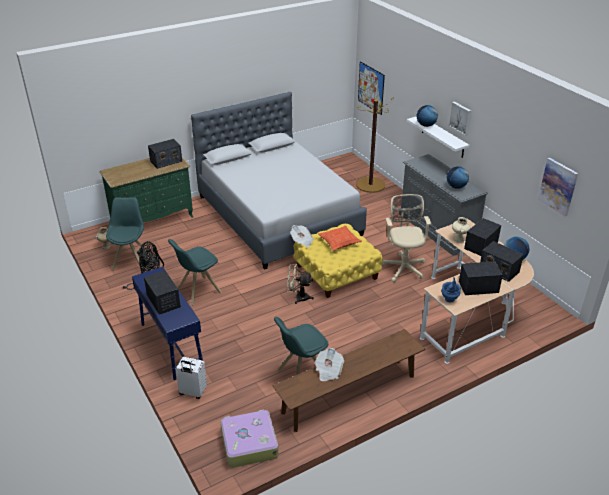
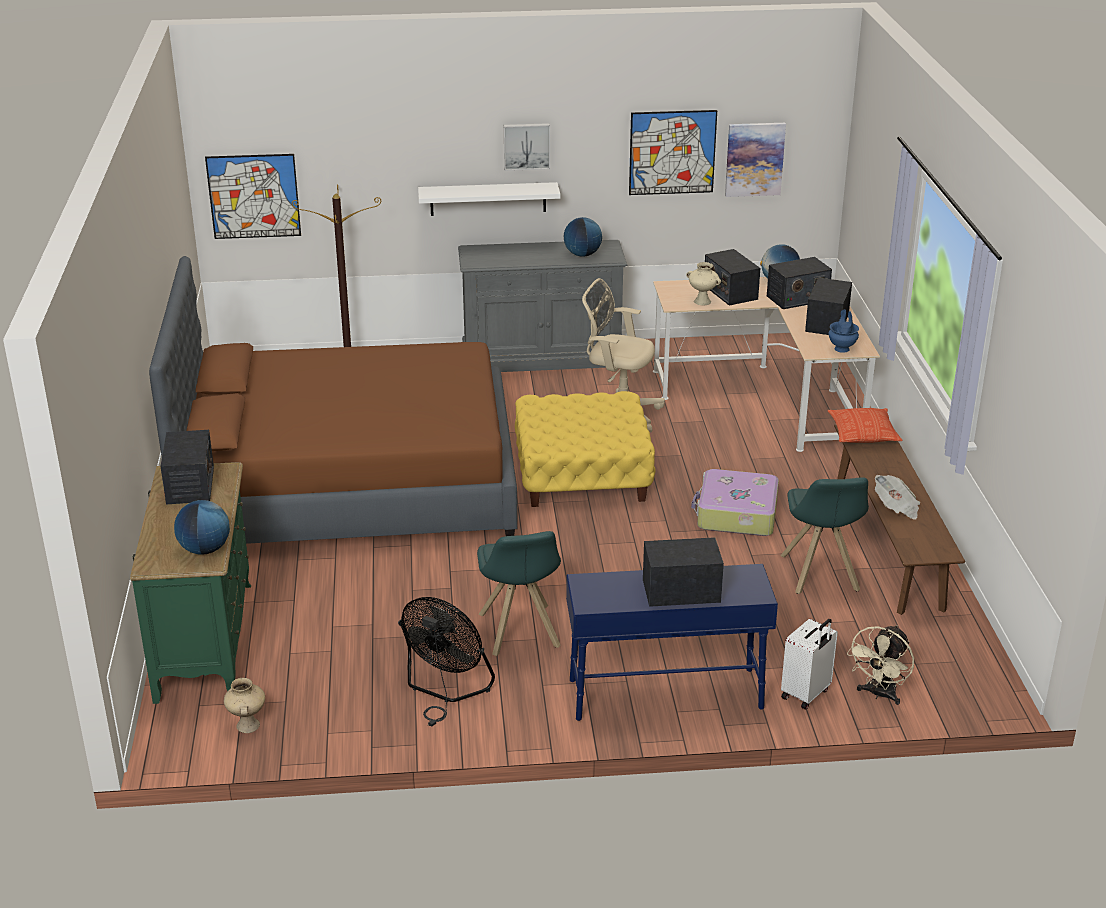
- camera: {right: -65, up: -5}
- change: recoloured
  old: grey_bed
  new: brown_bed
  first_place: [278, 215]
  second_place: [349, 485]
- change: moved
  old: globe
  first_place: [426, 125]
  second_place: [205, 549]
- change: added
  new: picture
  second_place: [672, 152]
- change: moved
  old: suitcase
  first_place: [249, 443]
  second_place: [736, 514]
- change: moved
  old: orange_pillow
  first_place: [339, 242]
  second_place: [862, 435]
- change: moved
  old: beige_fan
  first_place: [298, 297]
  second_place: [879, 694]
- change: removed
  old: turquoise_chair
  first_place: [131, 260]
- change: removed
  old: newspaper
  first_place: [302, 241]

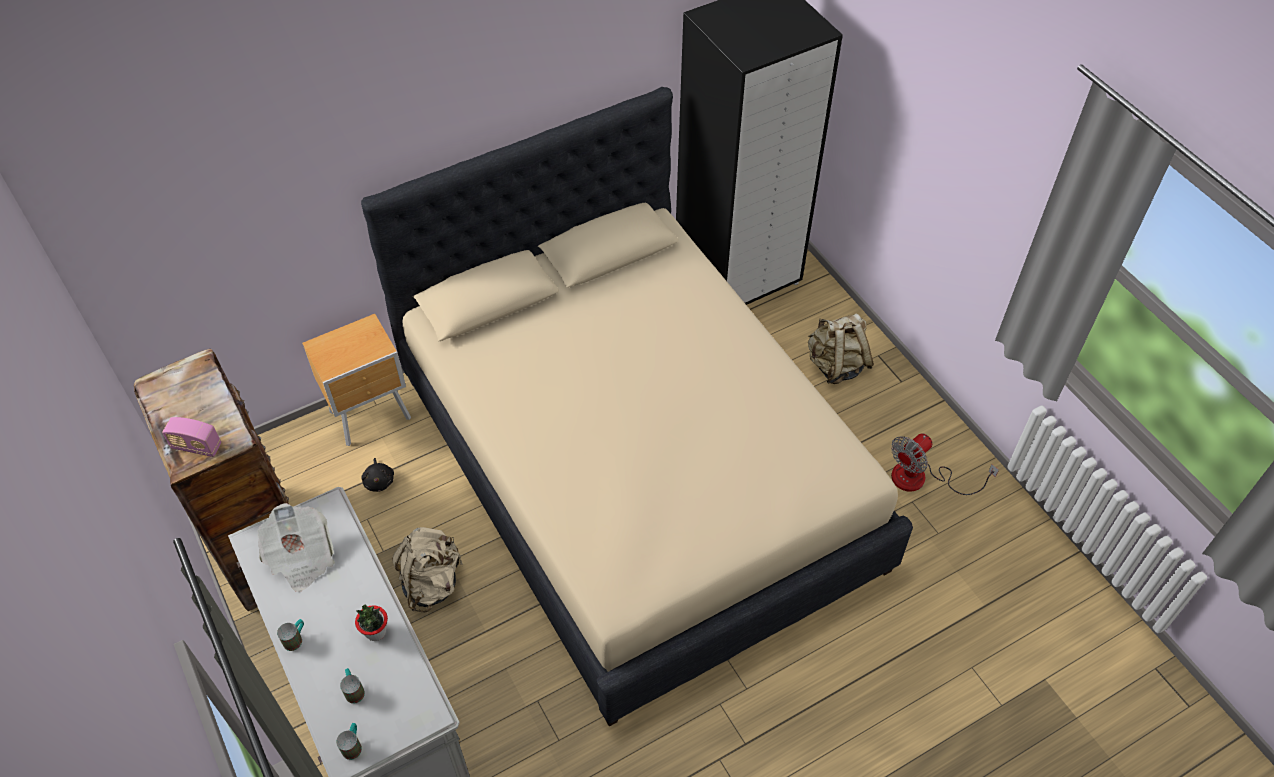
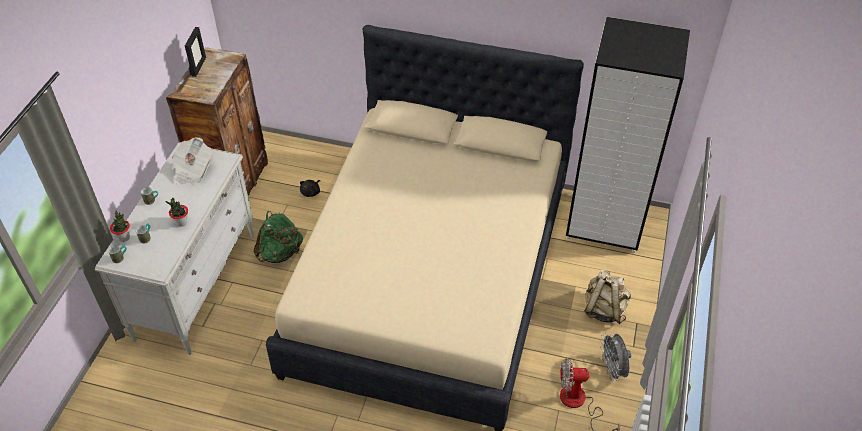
- camera: {right: 45, up: -5}
- change: added
  new: potted_plant
  second_place: [124, 237]
- change: added
  new: picture_frame
  second_place: [198, 66]
- change: recoloured
  old: beige_backpack
  new: green_backpack
  first_place: [431, 583]
  second_place: [280, 253]
- change: added
  new: grey_fan
  second_place: [612, 370]
- change: removed
  old: radio
  first_place: [197, 446]
- change: removed
  old: brown_nightstand
  first_place: [372, 416]

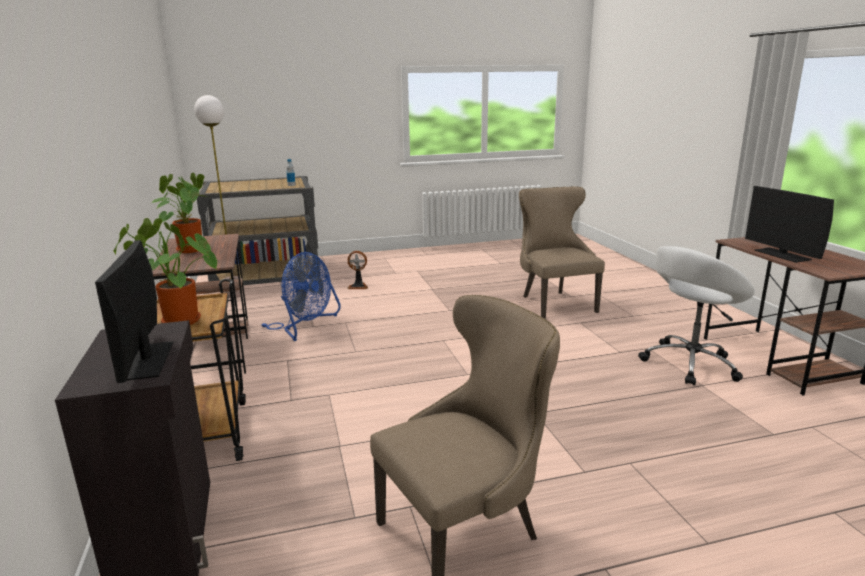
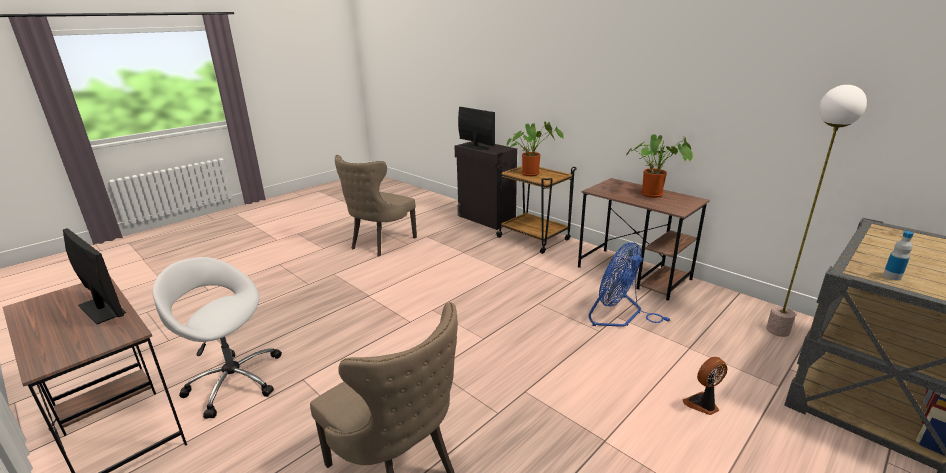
- camera: {right: 150, up: 5}
- change: turned
  old: white_office_chair
  first_place: [688, 365]
  second_place: [233, 382]
  degrees: -105
- change: turned
  old: blue_fan
  first_place: [303, 326]
  second_place: [624, 314]
  degrees: 45

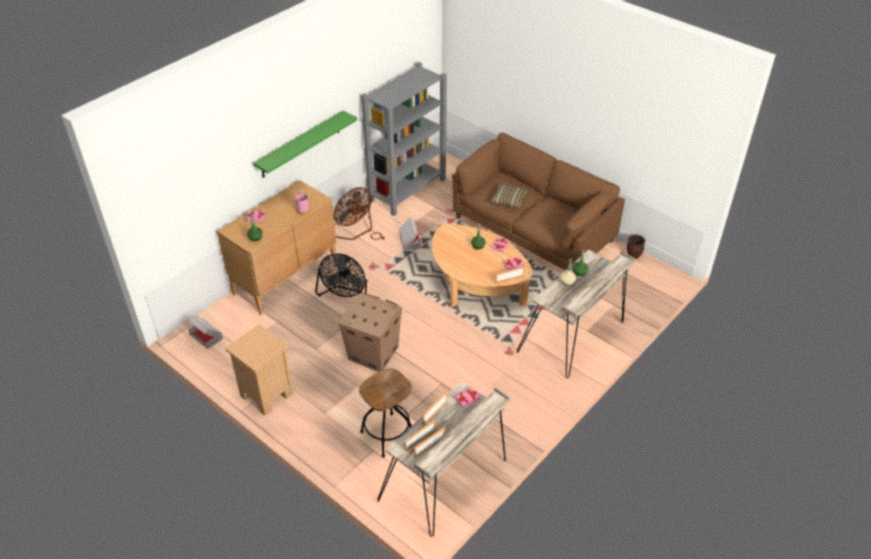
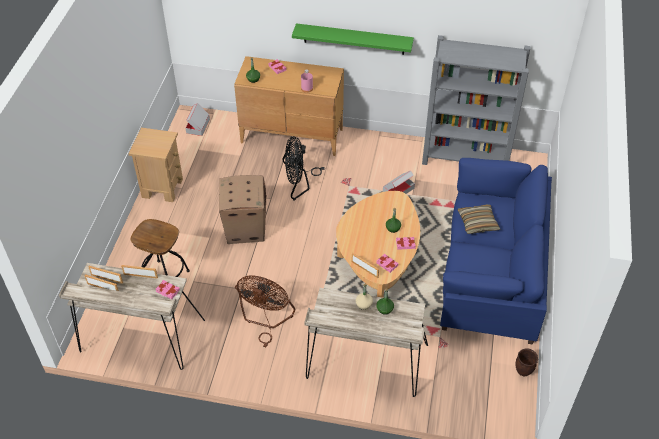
- camera: {right: 60, up: 5}
- change: moved
  old: brown_fan
  first_place: [359, 231]
  second_place: [264, 319]
- change: recoloured
  old: brown_sofa
  new: blue_sofa
  first_place: [533, 229]
  second_place: [491, 271]

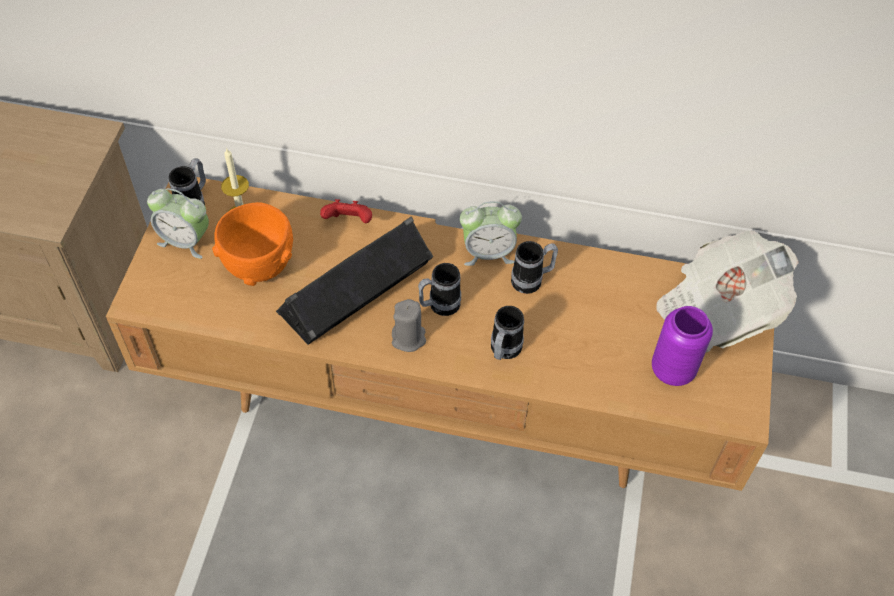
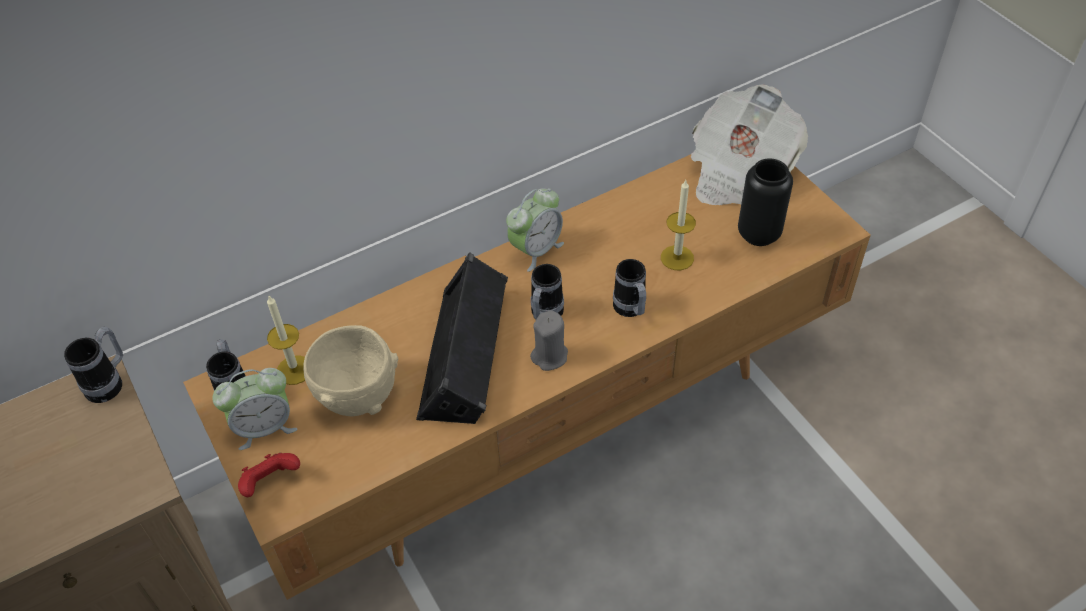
- camera: {right: -40, up: -5}
- change: moved
  old: mug
  first_place: [532, 280]
  second_place: [110, 382]
- change: moved
  old: red_game_controller
  first_place: [348, 222]
  second_place: [271, 482]
- change: recoloured
  old: orange_bowl
  new: beige_bowl
  first_place: [260, 264]
  second_place: [357, 395]
- change: added
  new: candle
  second_place: [677, 258]
- change: recoloured
  old: purple_vase
  new: black_vase
  first_place: [672, 370]
  second_place: [758, 234]

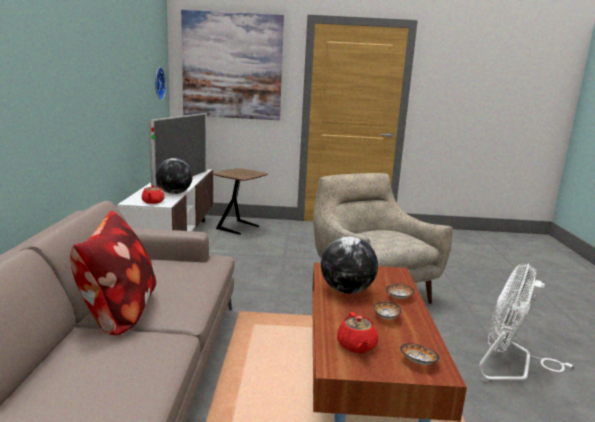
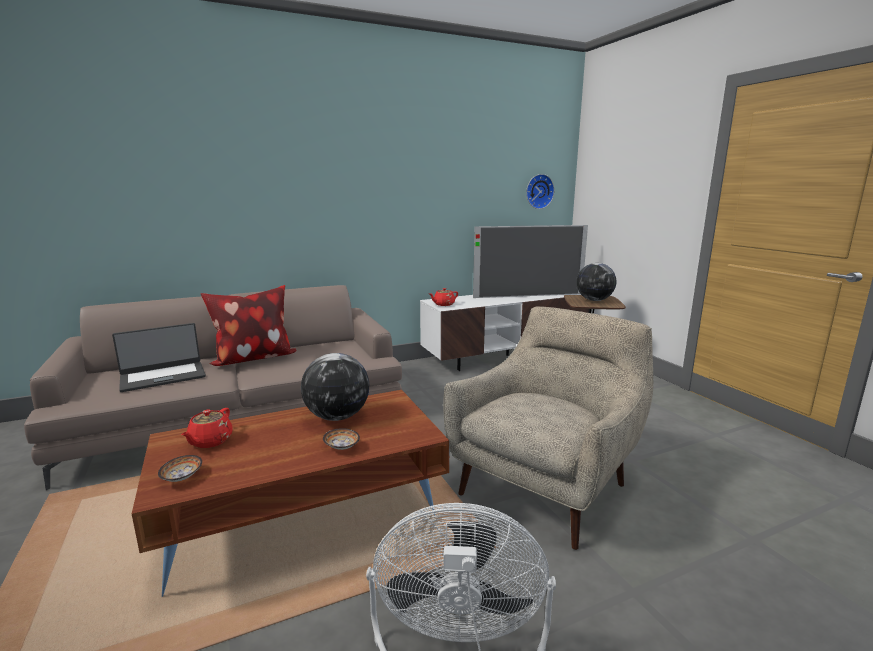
- camera: {right: 65, up: 0}
- change: added
  new: laptop
  second_place: [163, 376]
- change: turned
  old: red_teapot
  first_place: [356, 346]
  second_place: [210, 441]
  degrees: -45
- change: moved
  old: globe
  first_place: [174, 193]
  second_place: [594, 300]
- change: removed
  old: picture
  first_place: [232, 66]
- change: removed
  old: bowl
  first_place: [386, 317]

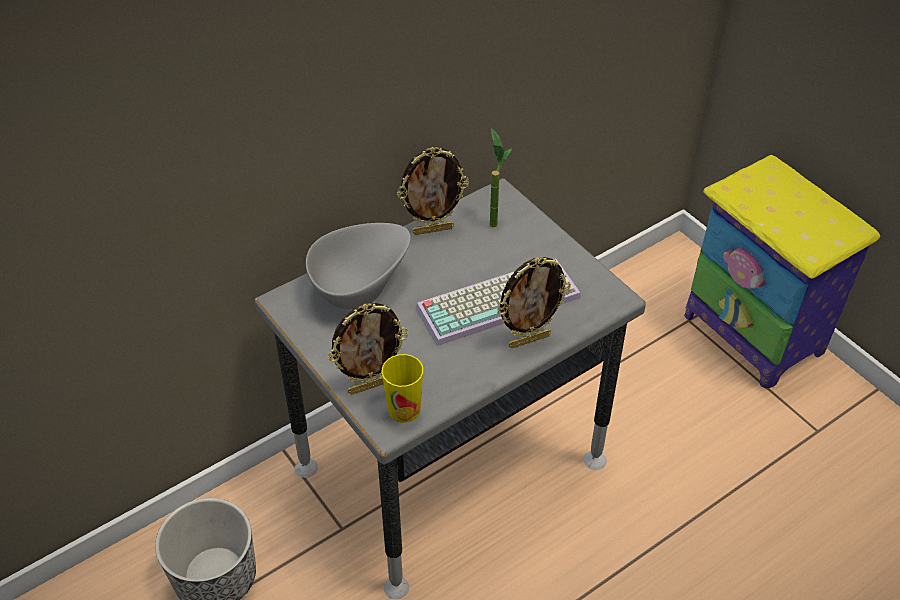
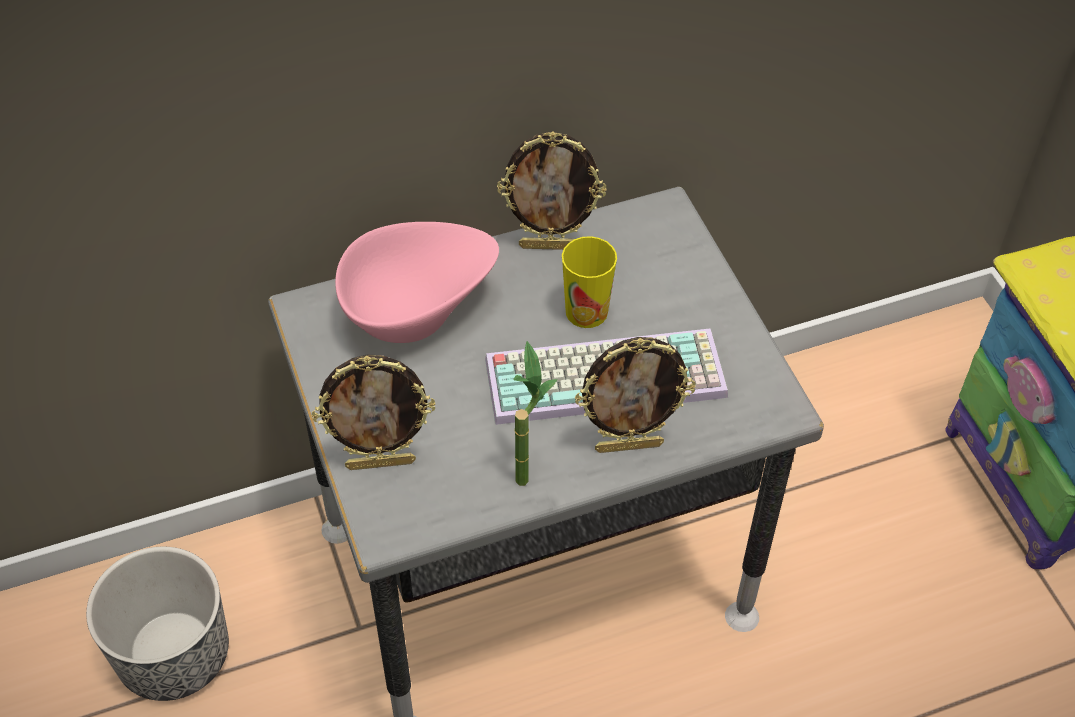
- camera: {right: 15, up: 5}
- change: recoloured
  old: grey_bowl
  new: pink_bowl
  first_place: [359, 288]
  second_place: [416, 313]
- change: moved
  old: potted_plant
  first_place: [493, 219]
  second_place: [526, 469]
- change: moved
  old: cup
  first_place: [404, 409]
  second_place: [586, 311]

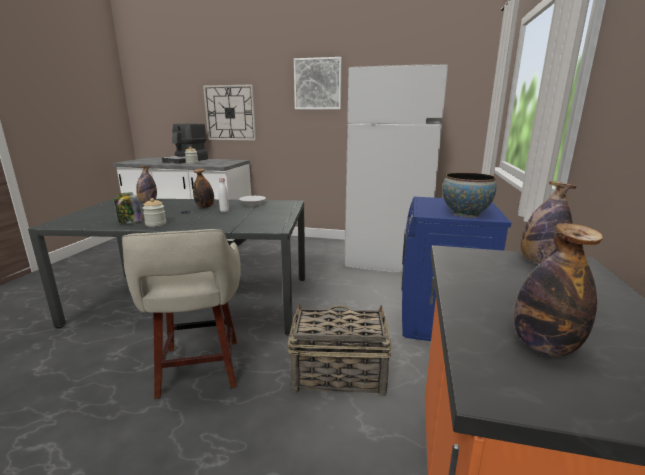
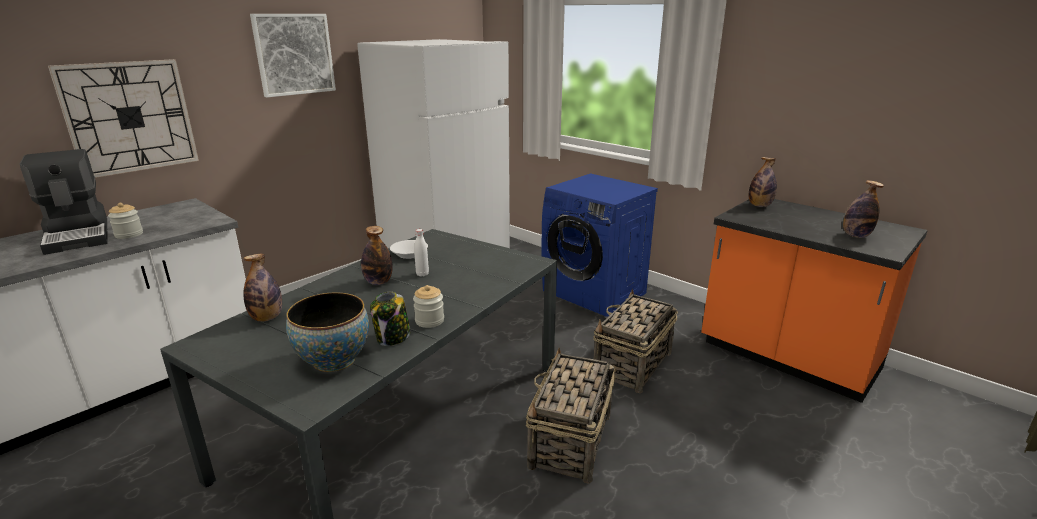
- camera: {right: -60, up: 5}
- change: moved
  old: bowl
  first_place: [465, 214]
  second_place: [334, 360]
- change: replaced
  old: beige_stool
  new: basket
  first_place: [199, 370]
  second_place: [570, 441]

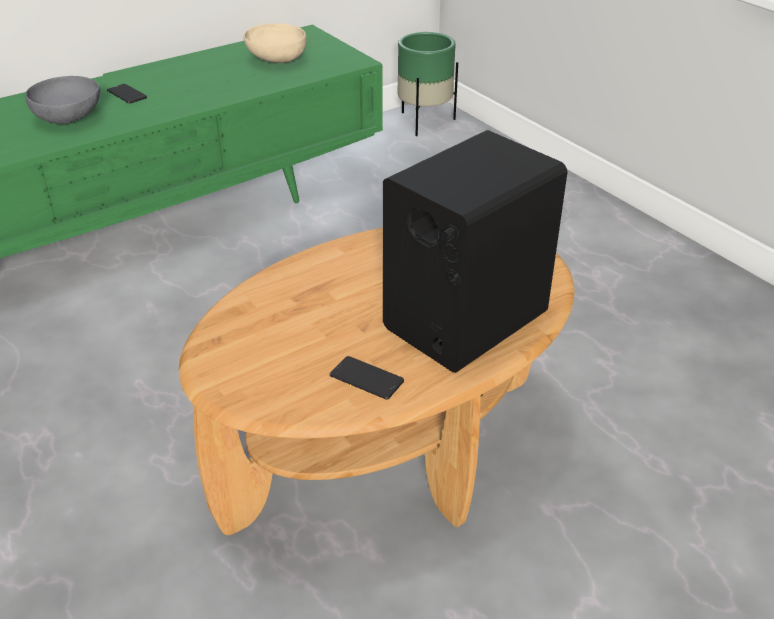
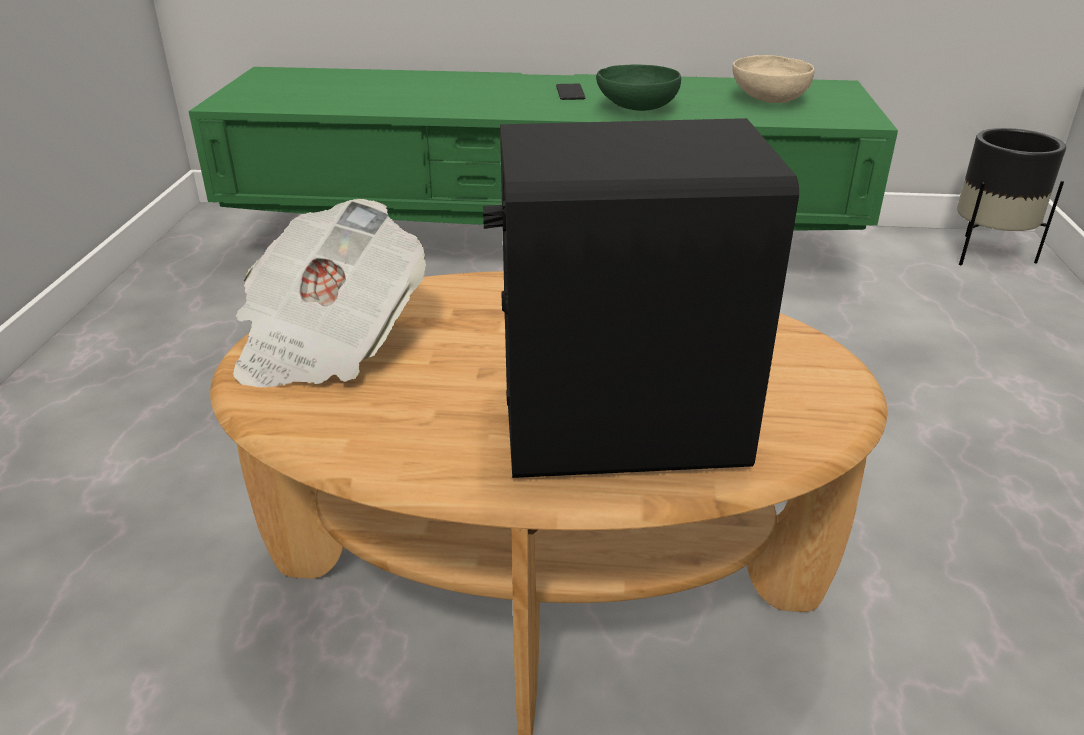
- camera: {right: 40, up: -5}
- change: added
  new: newspaper
  second_place: [327, 342]
- change: added
  new: green_bowl
  second_place: [636, 109]
- change: recoloured
  old: green_planter
  new: black_planter
  first_place: [424, 122]
  second_place: [987, 254]
- change: removed
  old: grey_bowl
  first_place: [69, 117]
- change: removed
  old: phone
  first_place: [366, 378]

